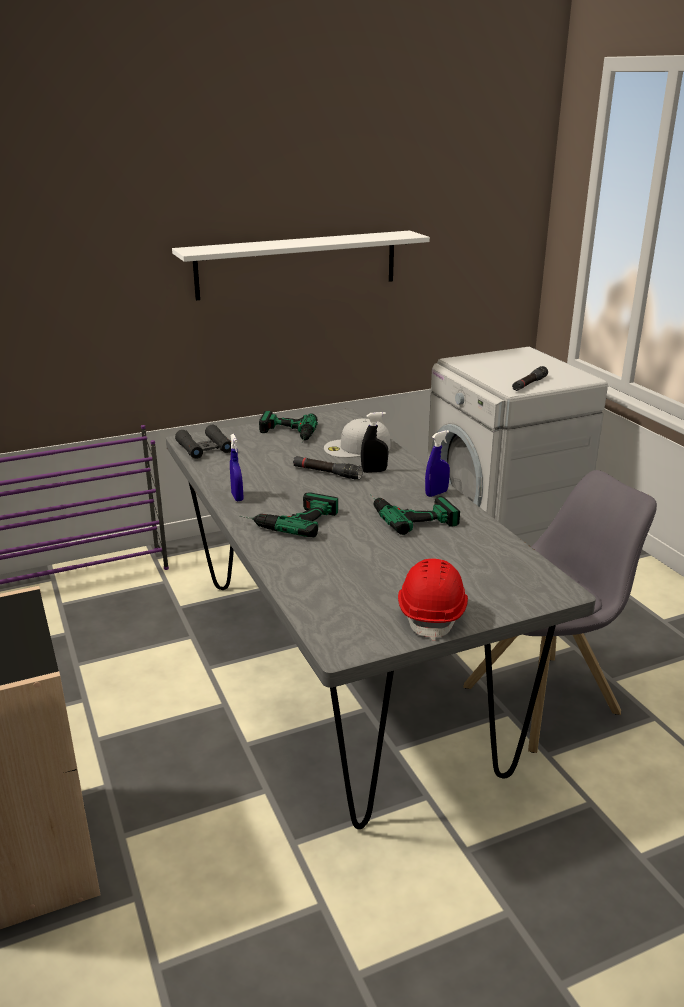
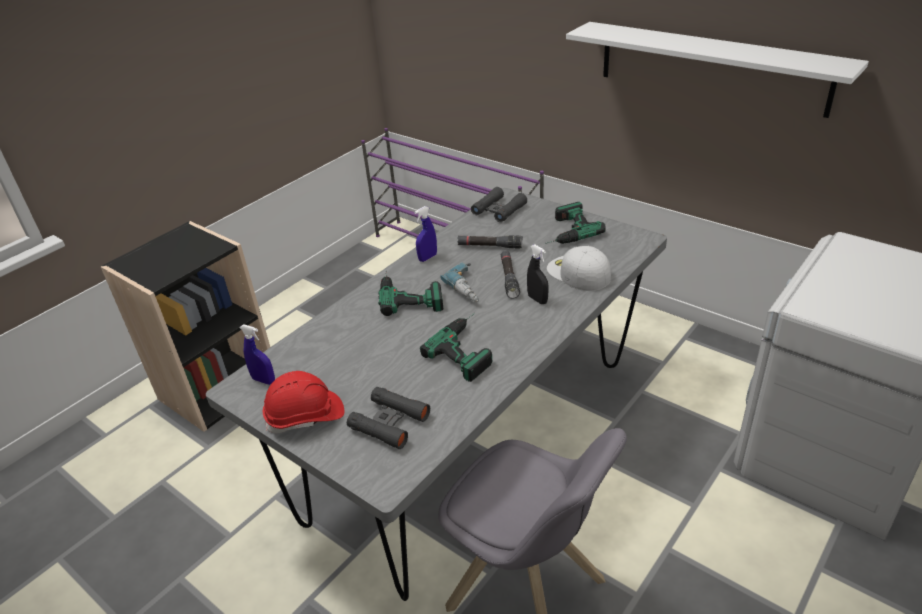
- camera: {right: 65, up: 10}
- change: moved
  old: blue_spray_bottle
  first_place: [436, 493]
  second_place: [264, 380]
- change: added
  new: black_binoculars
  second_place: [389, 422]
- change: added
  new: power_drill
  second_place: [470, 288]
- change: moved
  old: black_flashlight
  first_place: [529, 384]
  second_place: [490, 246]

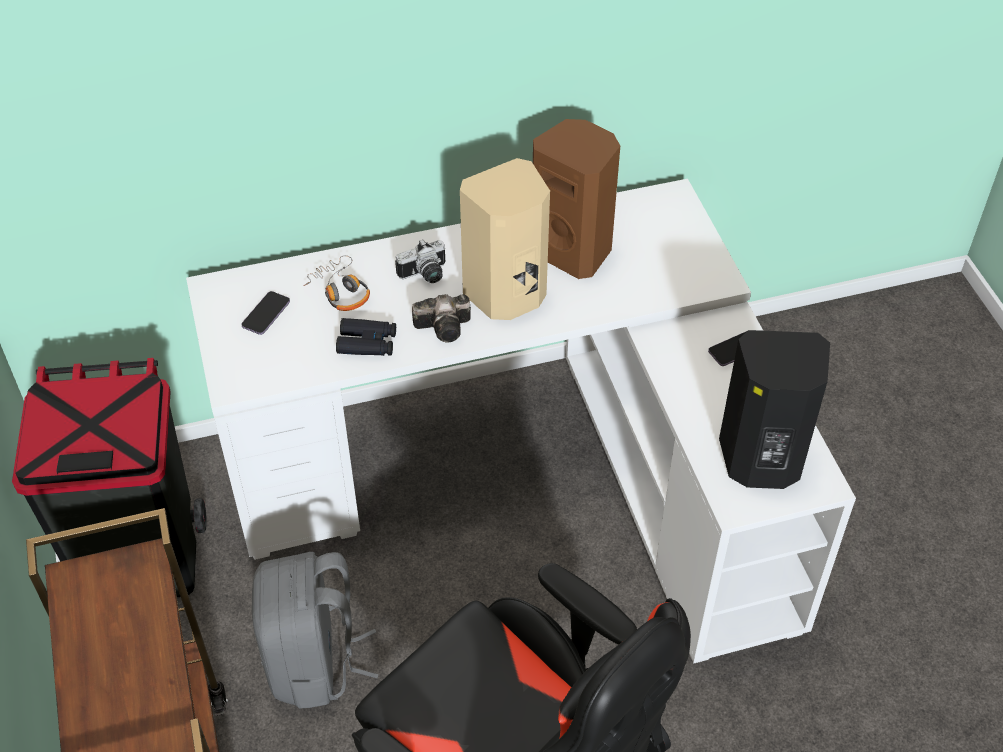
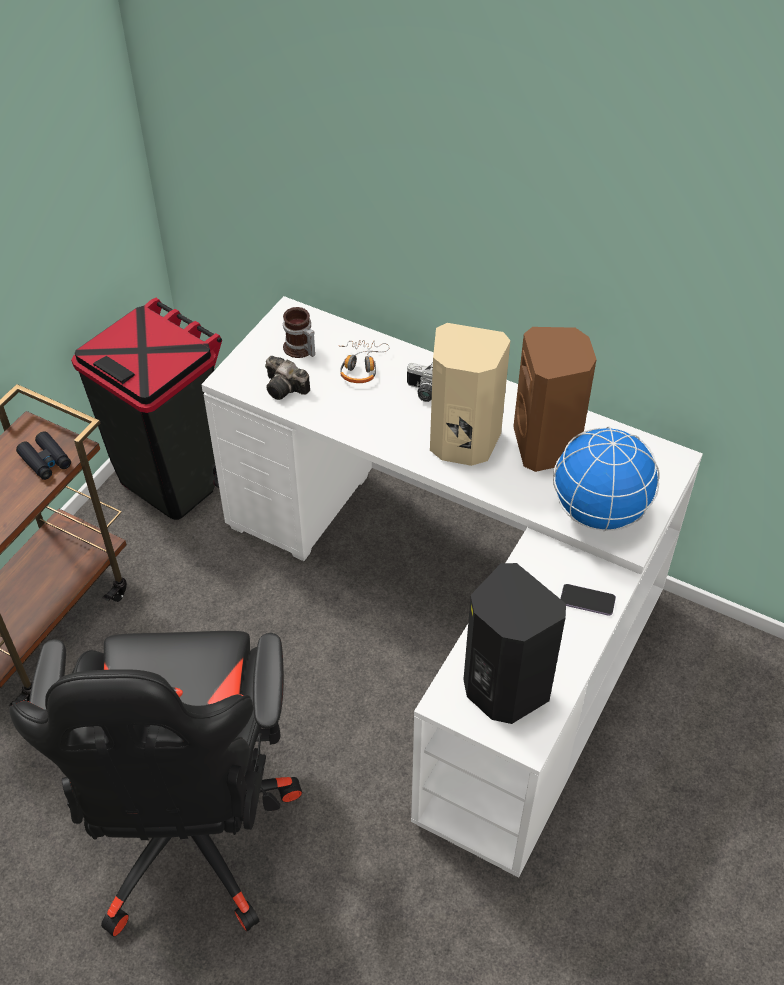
- camera: {right: 45, up: 0}
- change: moved
  old: black_binoculars
  first_place: [367, 343]
  second_place: [46, 461]
- change: moved
  old: photo_camera
  first_place: [446, 327]
  second_place: [286, 388]
- change: replaced
  old: phone
  new: mug
  first_place: [266, 314]
  second_place: [299, 350]
- change: added
  new: globe
  second_place: [599, 512]
- change: removed
  old: grey_backpack
  first_place: [315, 662]

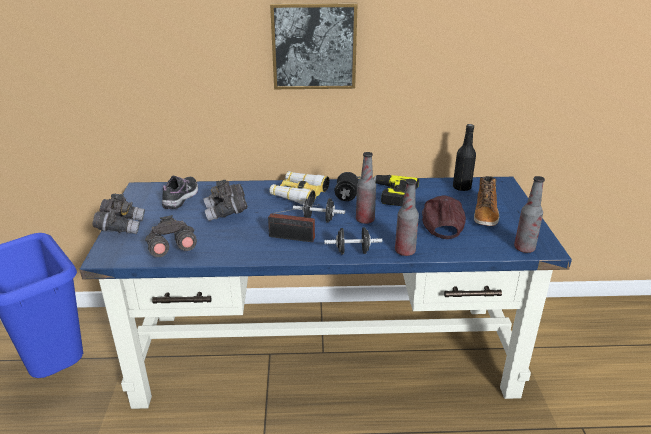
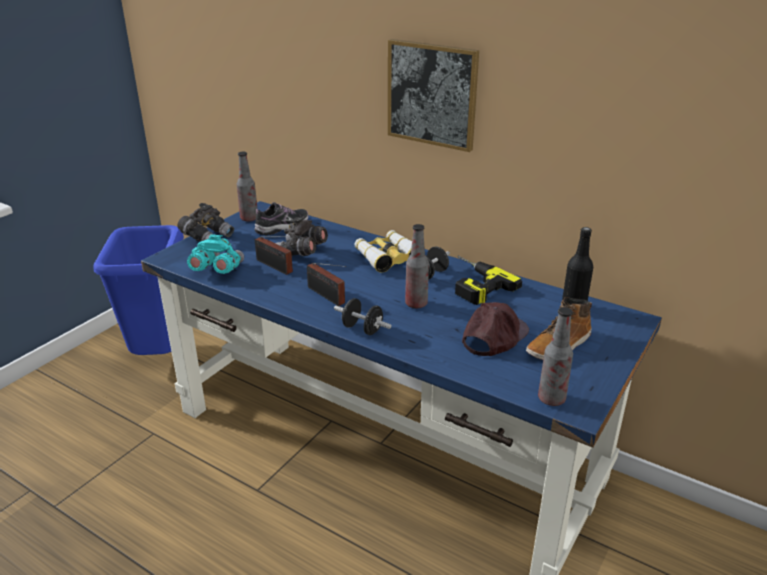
- camera: {right: 35, up: 0}
- change: recoloured
  old: grey_binoculars
  new: turquoise_binoculars
  first_place: [171, 251]
  second_place: [217, 270]
- change: moved
  old: bottle
  first_place: [405, 251]
  second_place: [249, 218]
- change: added
  new: radio
  second_place: [275, 267]
- change: removed
  old: black_dumbbell
  first_place: [319, 220]

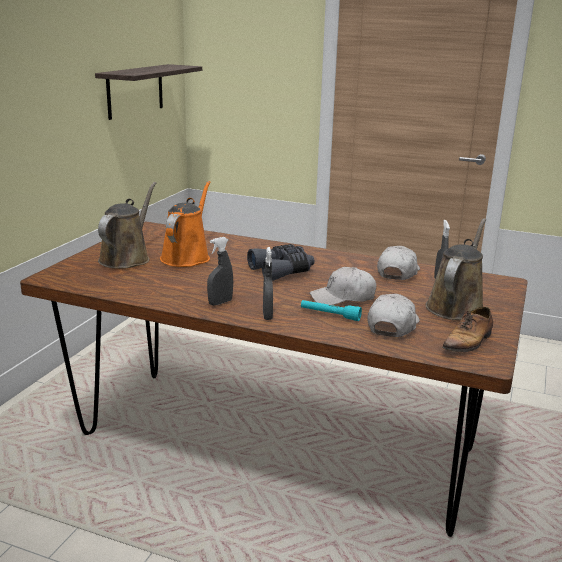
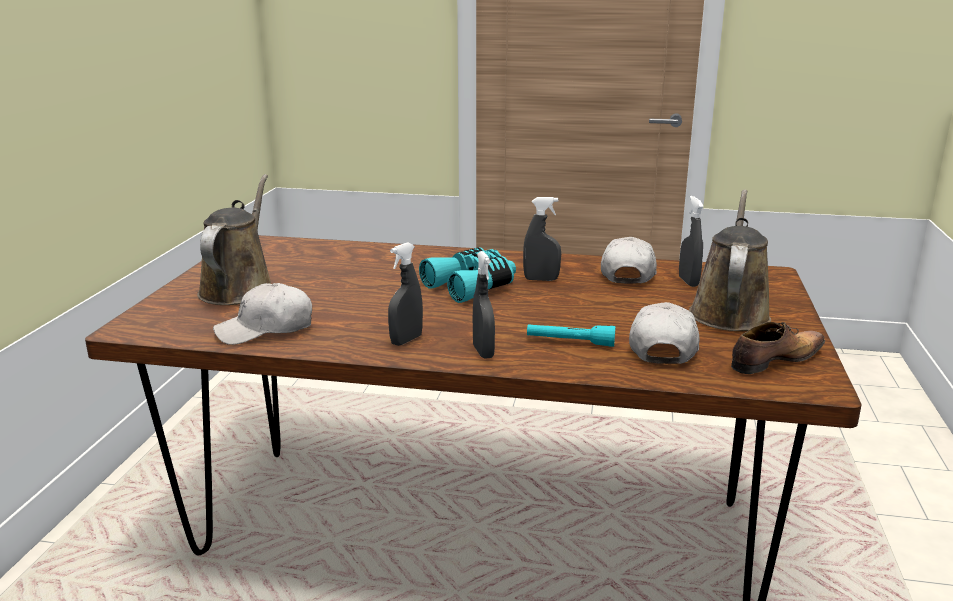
- camera: {right: -10, up: 0}
- change: moved
  old: white_cap
  first_place: [343, 298]
  second_place: [266, 329]
- change: recoloured
  old: grey_binoculars
  new: turquoise_binoculars
  first_place: [282, 271]
  second_place: [472, 286]
- change: added
  new: grey_spray_bottle
  second_place: [541, 279]
- change: turned
  old: shoe
  first_place: [468, 342]
  second_place: [774, 360]
  degrees: -150
- change: removed
  old: shelf
  first_place: [135, 91]
- change: removed
  old: orange_watering_can
  first_place: [187, 256]

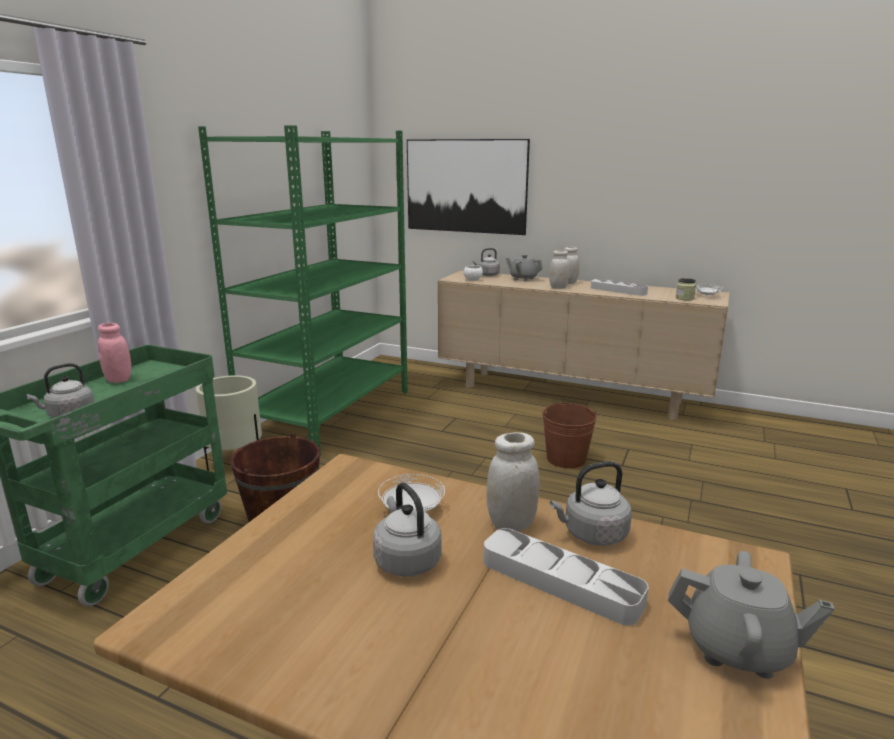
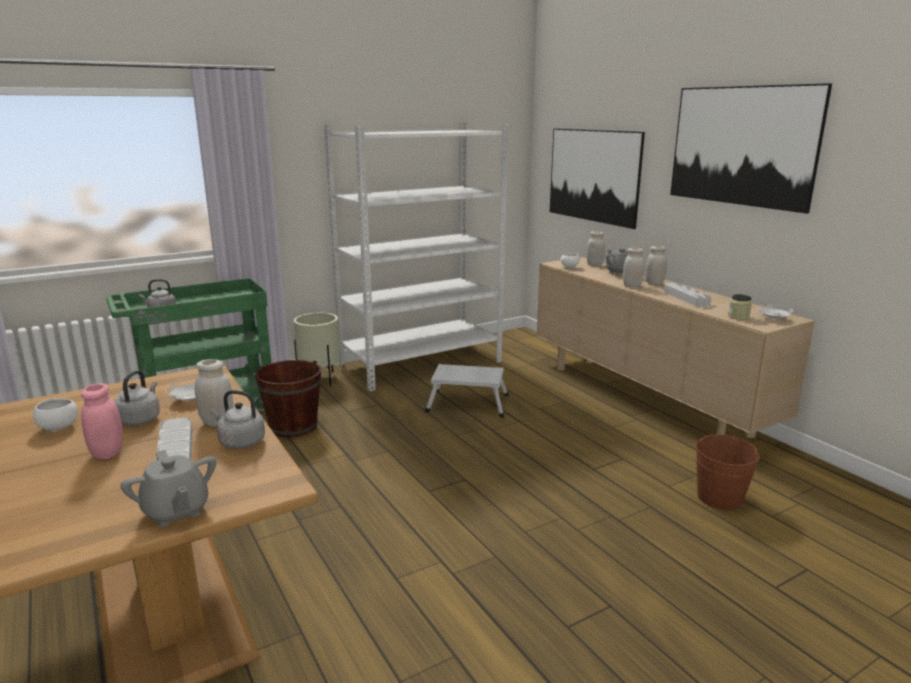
- camera: {right: 35, up: 0}
- change: added
  new: white_bowl
  second_place: [58, 427]
- change: moved
  old: pink_jar
  first_place: [118, 379]
  second_place: [107, 453]
- change: recoloured
  old: green_bookcase
  new: white_bookcase
  first_place: [329, 414]
  second_place: [421, 363]
- change: added
  new: white_step_ladder
  second_place: [468, 403]
- change: replaced
  old: grey_kettle
  new: white_jar
  first_place: [487, 275]
  second_place: [594, 264]
- change: added
  new: picture
  second_place: [741, 146]
- change: moved
  old: brown_bucket
  first_place: [566, 459]
  second_place: [719, 497]

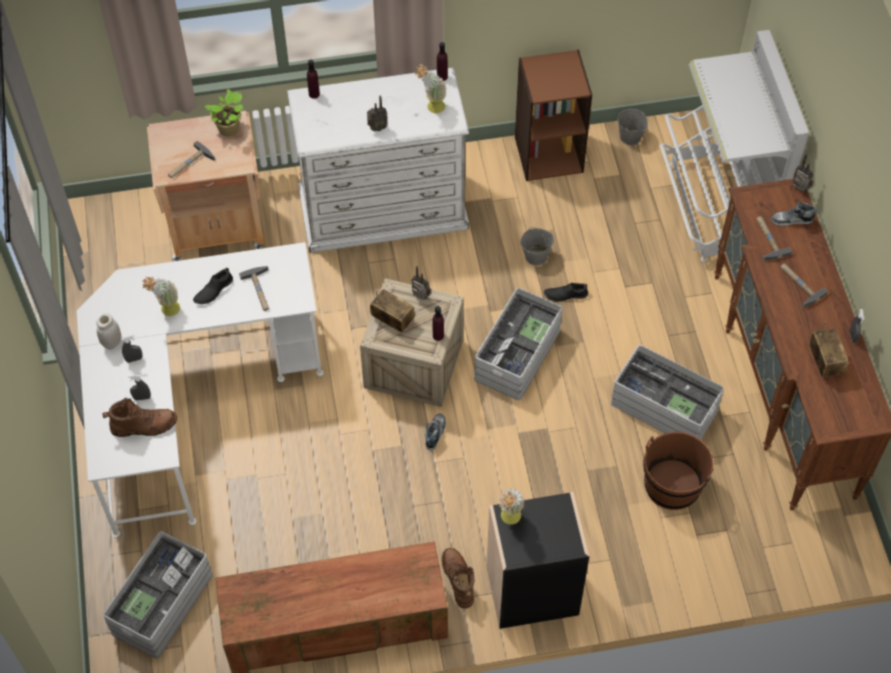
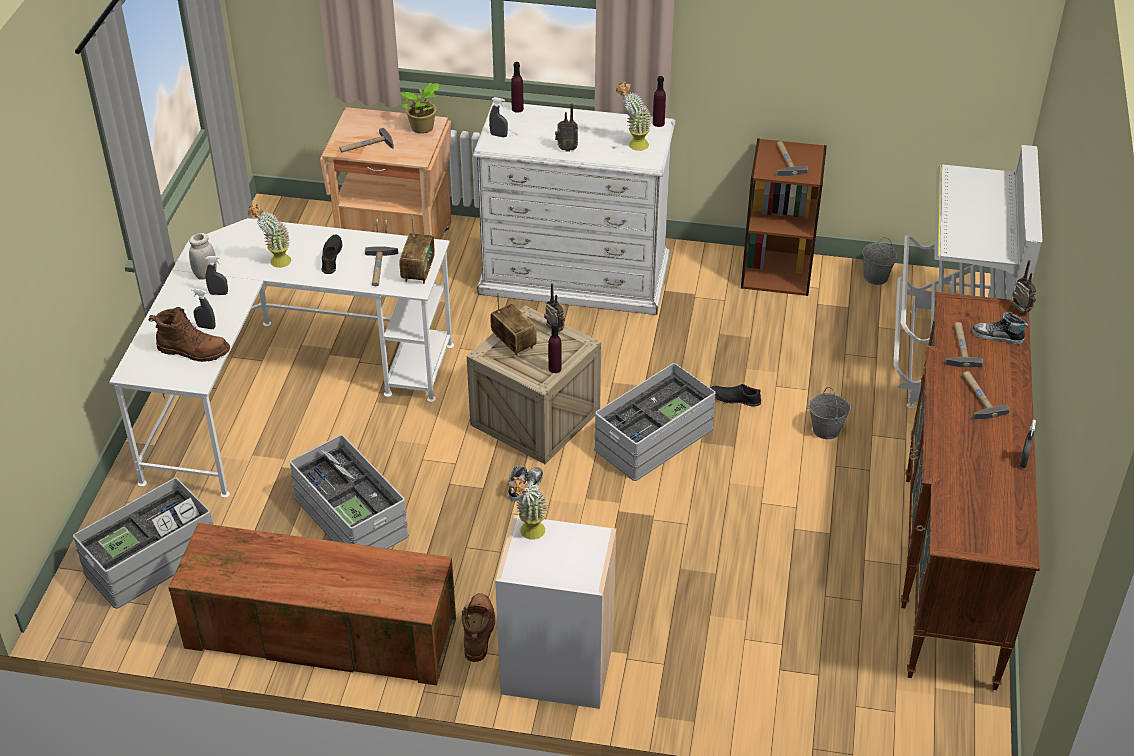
- camera: {right: 20, up: -15}
- change: moved
  old: grey_storage_box
  first_place: [663, 407]
  second_place: [349, 516]
- change: turned
  old: black_shoe
  first_place: [213, 290]
  second_place: [332, 257]
  degrees: 120
- change: moved
  old: radio
  first_place: [824, 361]
  second_place: [418, 271]
- change: added
  new: grey_spray_bottle
  second_place: [498, 135]
- change: recoloured
  old: black_bookcase
  new: white_bookcase
  first_place: [531, 592]
  second_place: [555, 668]
- change: added
  new: hammer
  second_place: [785, 160]
- change: moved
  old: grey_bucket
  first_place: [536, 256]
  second_place: [826, 430]
- change: removed
  old: brown_bucket
  first_place: [672, 485]

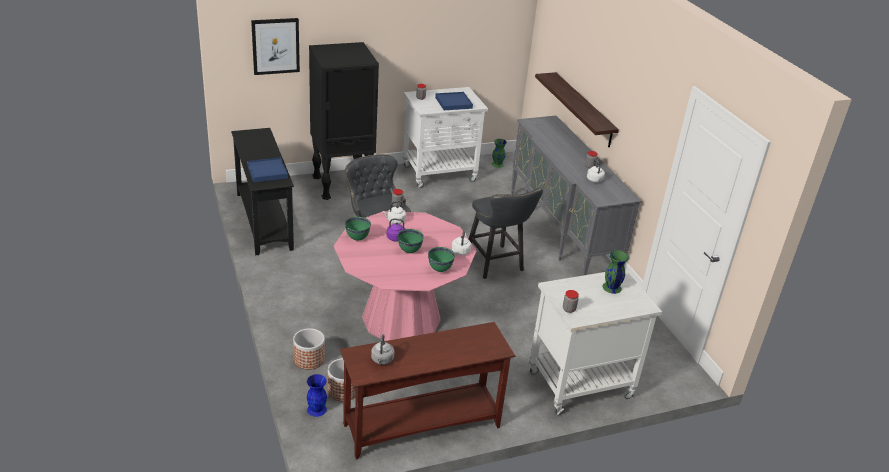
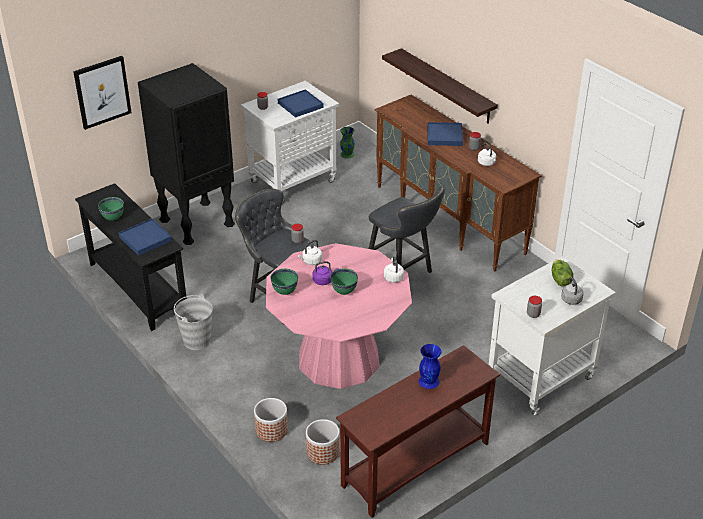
- camera: {right: -15, up: 5}
- change: moved
  old: green_bowl
  first_place: [440, 269]
  second_place: [113, 218]
- change: added
  new: grey_bucket
  second_place: [197, 340]
- change: recoloured
  old: grey_cabinet
  new: brown_cabinet
  first_place: [560, 234]
  second_place: [448, 220]
- change: moved
  old: blue_vase
  first_place: [317, 409]
  second_place: [429, 381]
- change: added
  new: blue_tray
  second_place: [444, 136]
- change: replaced
  old: green_vase
  new: lettuce
  first_place: [611, 287]
  second_place: [560, 280]
- change: moved
  old: grey_kettle
  first_place: [382, 360]
  second_place: [571, 301]

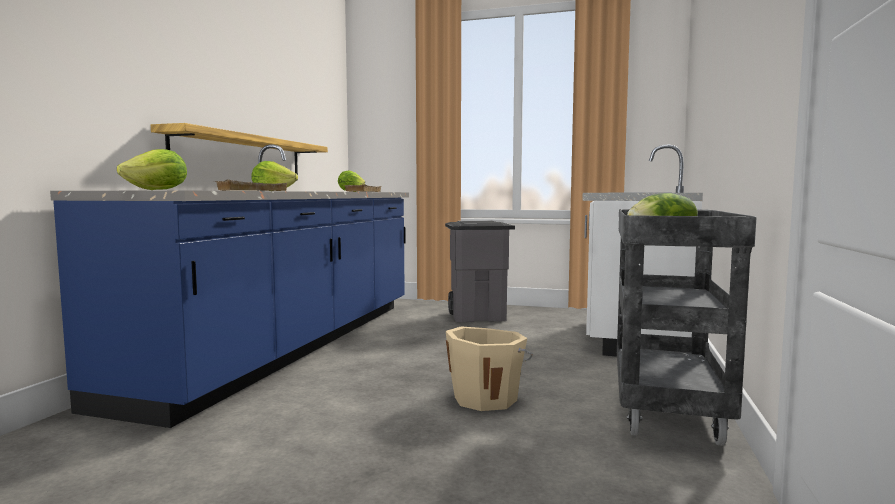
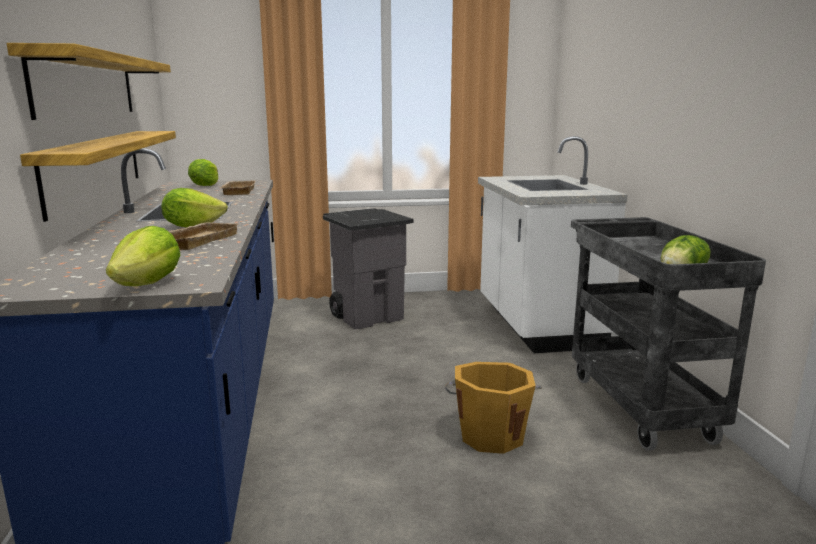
- camera: {right: -25, up: 10}
- change: added
  new: shelf
  second_place: [87, 86]
- change: recoloured
  old: beige_bucket
  new: orange_bucket
  first_place: [486, 398]
  second_place: [491, 435]

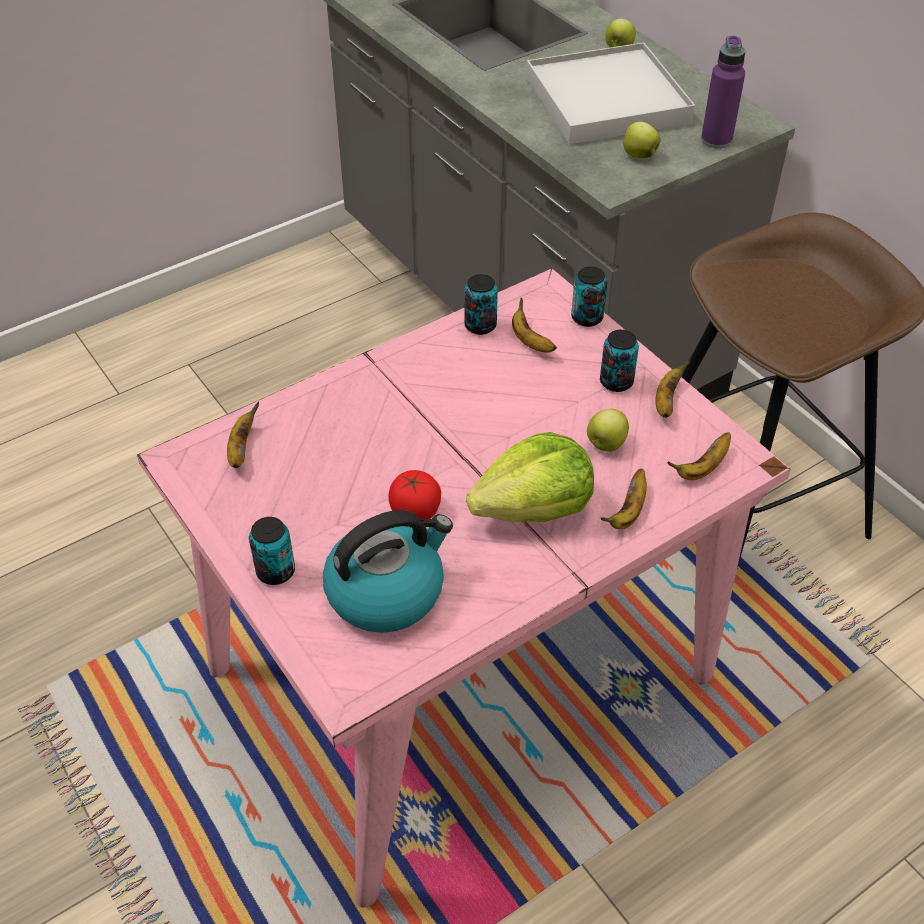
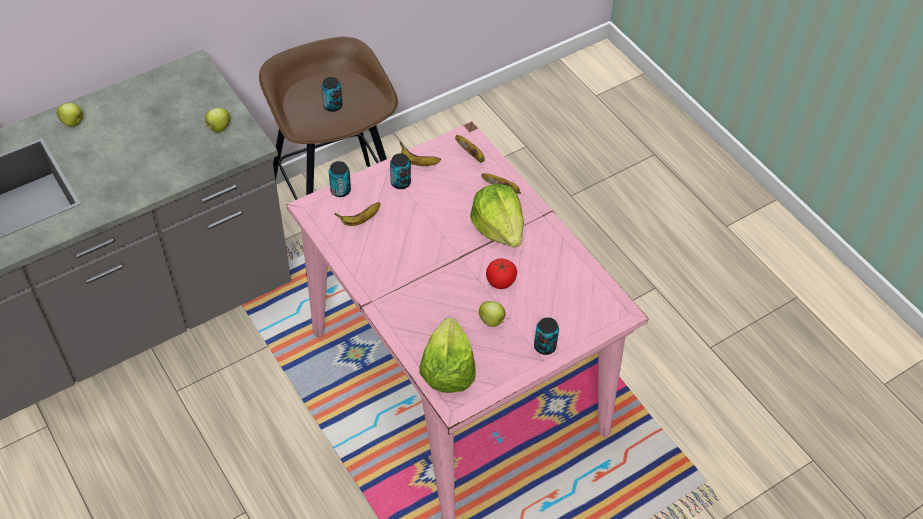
- camera: {right: -90, up: 5}
- change: moved
  old: can
  first_place: [480, 325]
  second_place: [333, 106]
- change: replaced
  old: banana
  new: lettuce
  first_place: [241, 449]
  second_place: [447, 370]
- change: moved
  old: apple
  first_place: [605, 444]
  second_place: [492, 321]
- change: removed
  old: kettle
  first_place: [387, 591]
- change: removed
  old: white_tray
  first_place: [606, 100]
- change: removed
  old: purple_bottle
  first_place: [716, 140]

